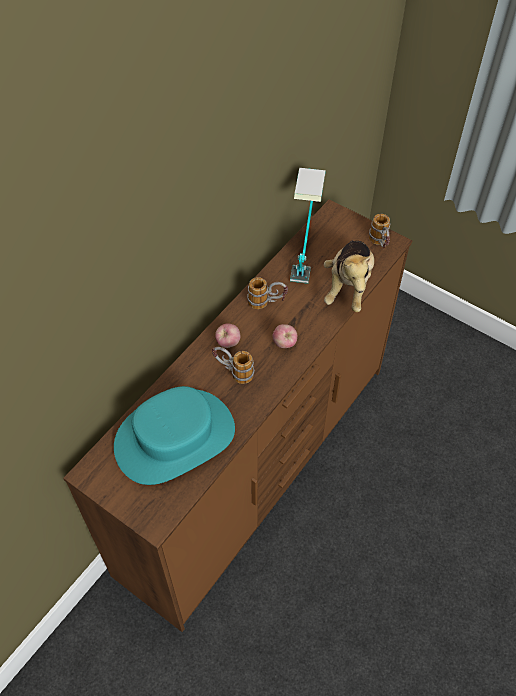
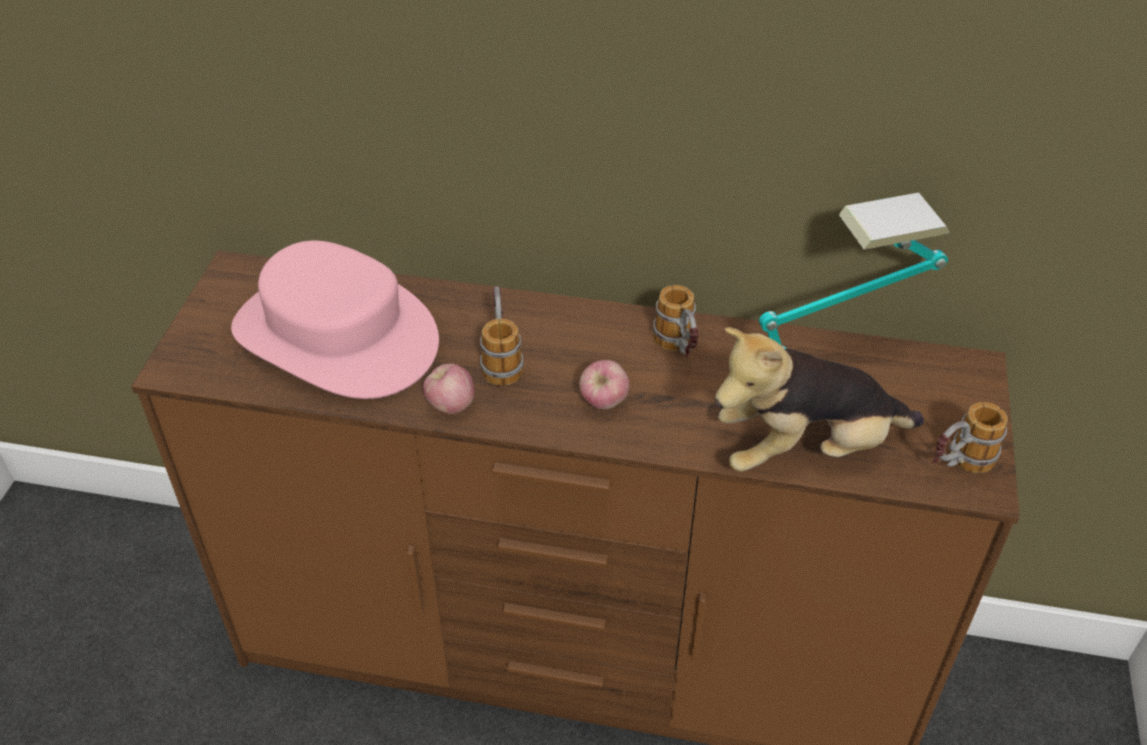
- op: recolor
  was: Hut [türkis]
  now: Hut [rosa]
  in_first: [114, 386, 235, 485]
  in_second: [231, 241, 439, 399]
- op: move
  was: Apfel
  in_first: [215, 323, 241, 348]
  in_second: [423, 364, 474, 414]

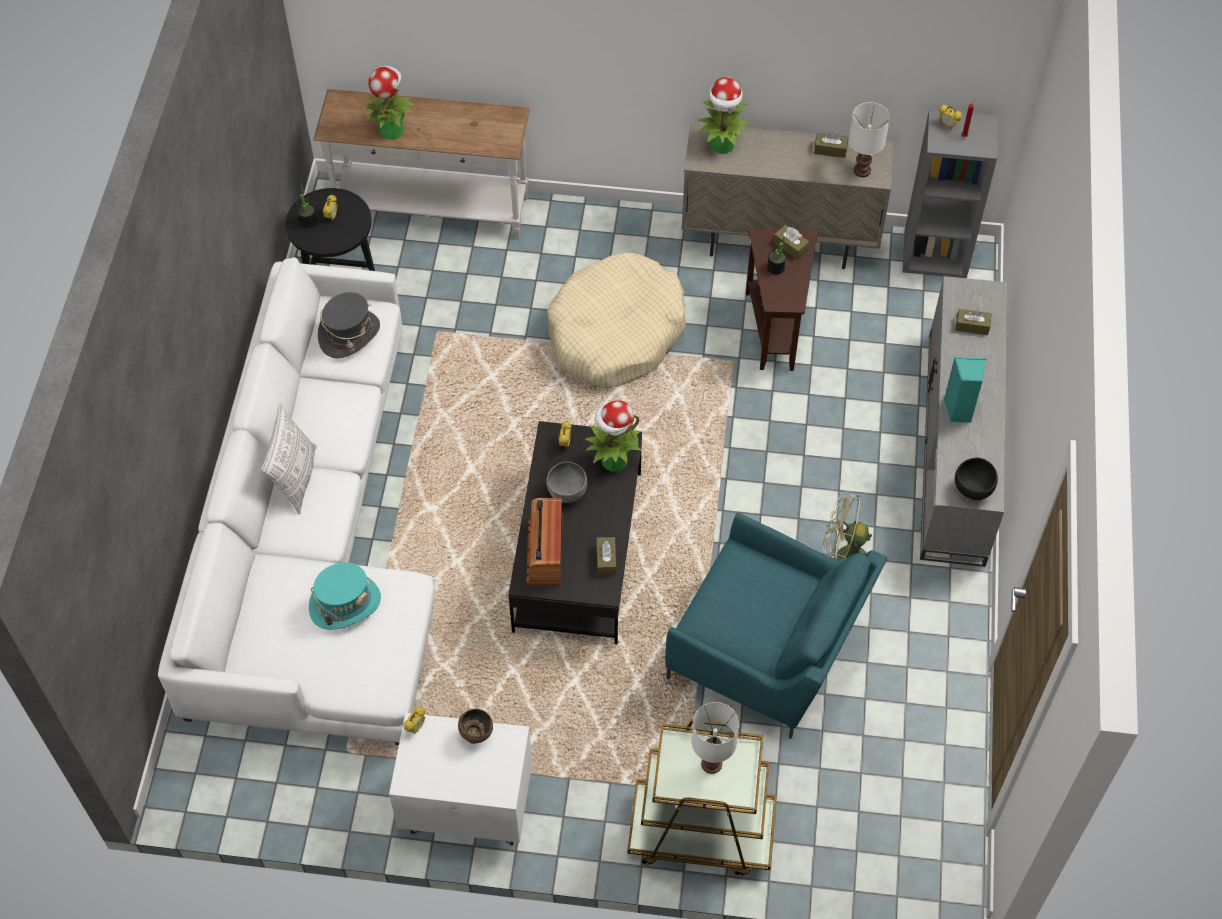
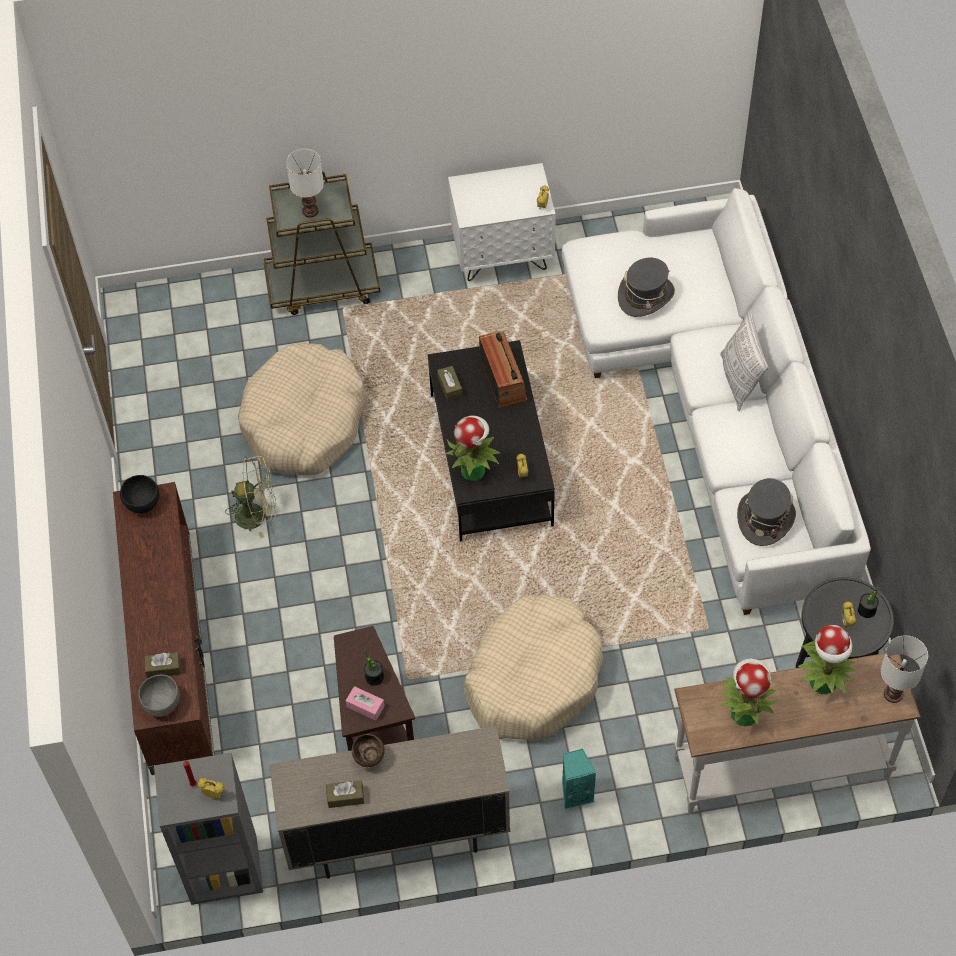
- op: recolor
  was: Fernsehschrank [grau]
  now: Fernsehschrank [braun]
  in_first: [920, 276, 1007, 567]
  in_second: [113, 482, 214, 775]
- op: move
  was: Schüssel [grau]
  in_first: [546, 462, 588, 503]
  in_second: [138, 674, 180, 717]
- op: replace
  was: Sessel [türkis]
  now: Hundebett [beige]
  in_first: [665, 513, 887, 739]
  in_second: [238, 343, 366, 476]
- op: recolor
  was: Taschentuchbox [braun]
  now: Taschentuchbox [rosa]
  in_first: [773, 225, 809, 260]
  in_second: [345, 686, 385, 721]
- op: move
  was: Schüssel [braun]
  in_first: [458, 709, 493, 744]
  in_second: [352, 734, 385, 767]
- op: move
  was: Lautsprecher [türkis]
  in_first: [944, 356, 986, 423]
  in_second: [562, 749, 596, 810]
- op: recolor
  was: Hut [türkis]
  now: Hut [grau]
  in_first: [309, 562, 381, 630]
  in_second: [618, 258, 675, 317]
- op: move
  was: Topfpflanze
  in_first: [697, 77, 749, 154]
  in_second: [720, 659, 778, 726]
- op: move
  was: Tischlampe [weiß]
  in_first: [849, 102, 890, 177]
  in_second: [880, 635, 928, 703]

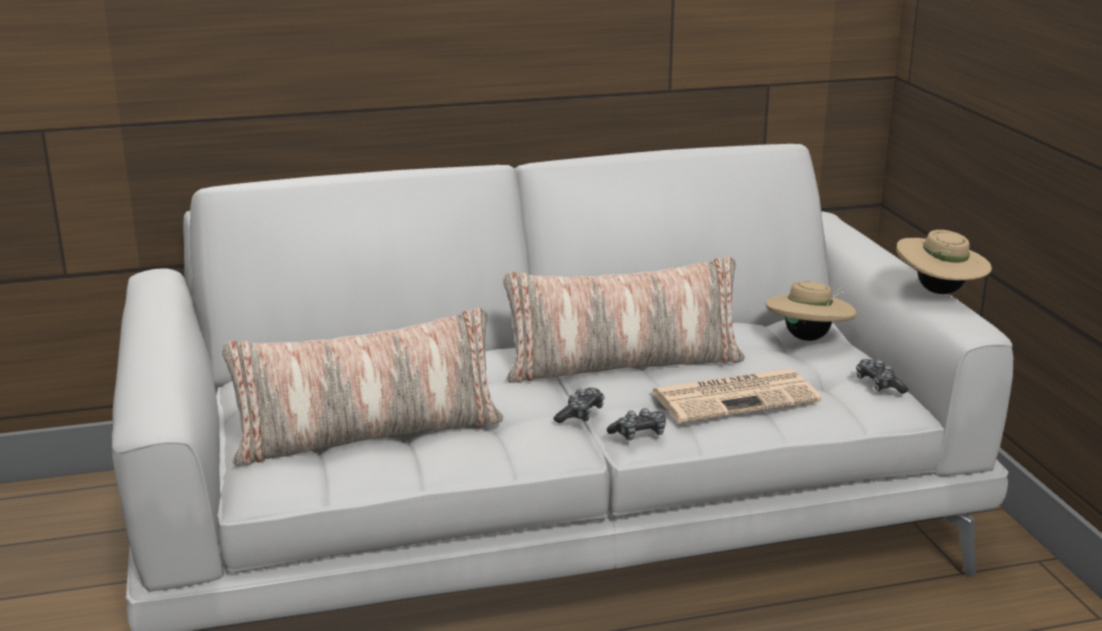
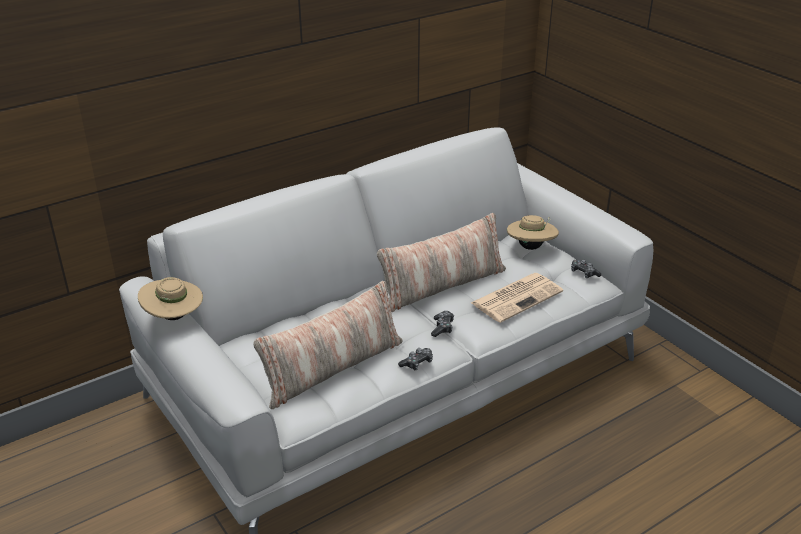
- op: move
  was: Hut [beige]
  in_first: [896, 230, 992, 294]
  in_second: [138, 277, 203, 320]
- op: move
  was: Gamepad
  in_first: [607, 408, 666, 440]
  in_second: [398, 348, 433, 370]

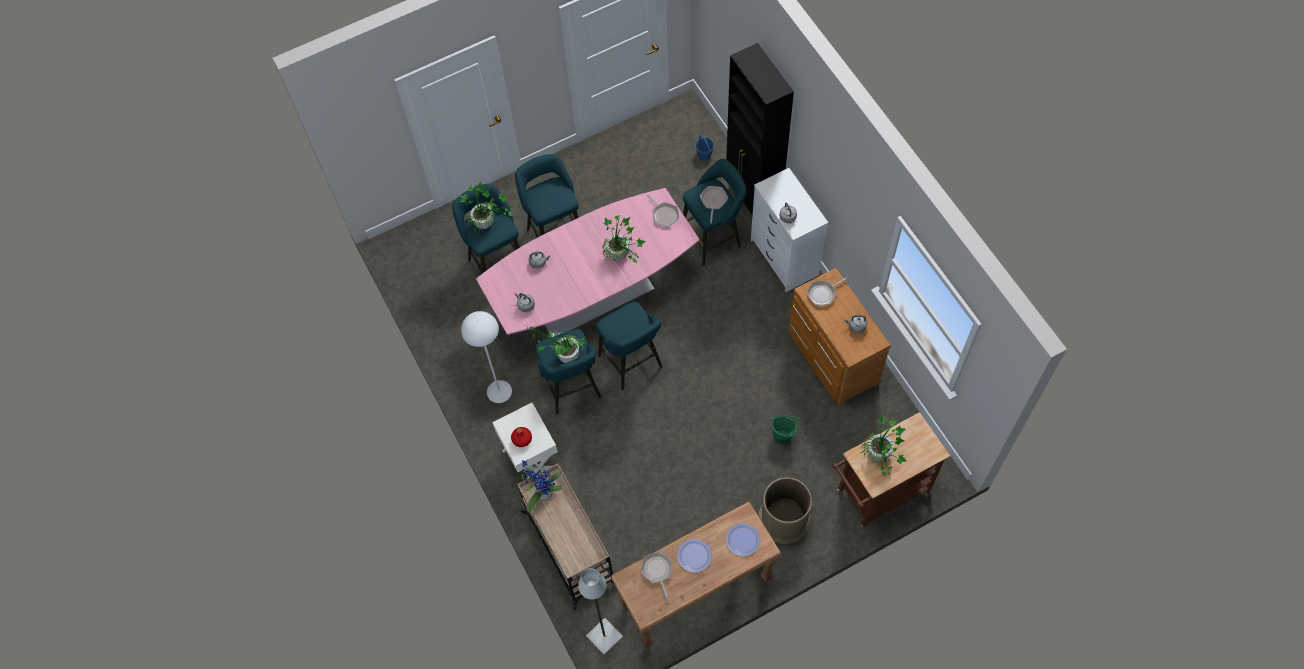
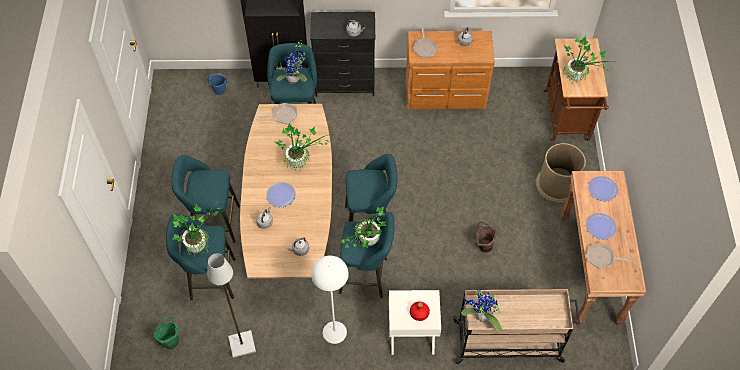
- op: move
  was: Eimer [grün]
  in_first: [772, 414, 801, 444]
  in_second: [153, 316, 180, 349]
- op: move
  was: Stehlampe [grau]
  in_first: [578, 568, 623, 655]
  in_second: [207, 253, 256, 358]
- op: recolor
  was: Esstisch [rosa]
  now: Esstisch [braun]
  in_first: [476, 188, 700, 337]
  in_second: [240, 104, 332, 278]
- op: insert
  now: Teller
  in_second: [266, 182, 296, 207]
- op: replace
  was: Pfanne
  now: Topfpflanze
  in_first: [700, 186, 728, 223]
  in_second: [276, 41, 307, 83]
- op: recolor
  was: Kommode [weiß]
  now: Kommode [schwarz]
  in_first: [751, 168, 828, 292]
  in_second: [310, 12, 375, 97]
- op: insert
  now: Eimer [braun]
  in_second: [476, 222, 496, 253]

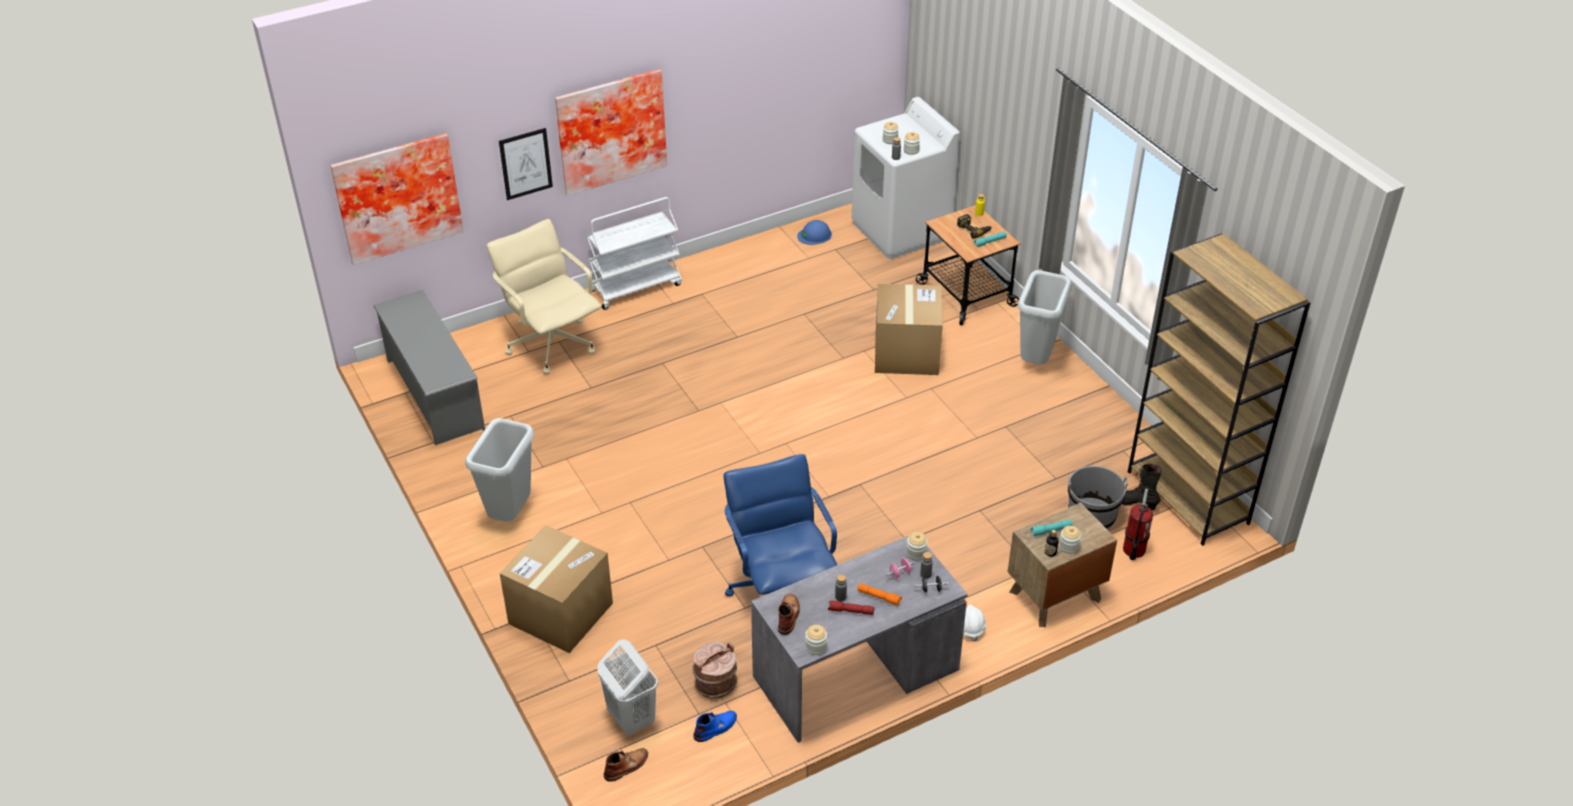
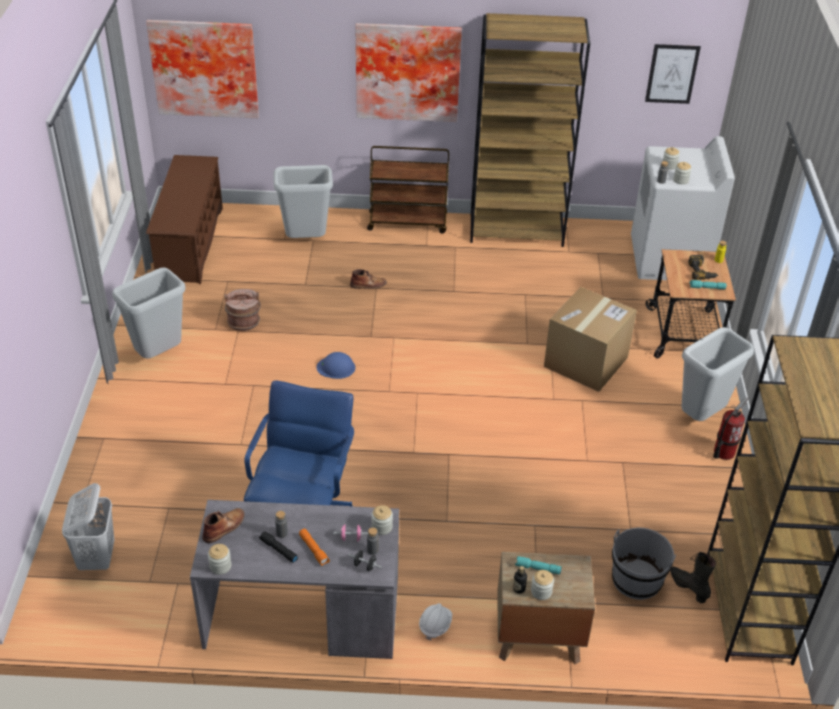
- op: recolor
  was: Schuhregal [grau]
  now: Schuhregal [braun]
  in_first: [373, 290, 485, 445]
  in_second: [146, 155, 223, 284]
- op: move
  was: Eimer [braun]
  in_first: [692, 642, 737, 699]
  in_second: [224, 289, 261, 331]
- op: recolor
  was: Taschenlampe [rot]
  now: Taschenlampe [schwarz]
  in_first: [828, 601, 874, 615]
  in_second: [259, 531, 298, 563]
- op: replace
  was: Bürostuhl [beige]
  now: Mülleimer [grau]
  in_first: [487, 219, 601, 375]
  in_second: [273, 165, 333, 238]
- op: move
  was: Schutzhelm [blau]
  in_first: [797, 220, 832, 245]
  in_second: [317, 352, 355, 379]
- op: move
  was: Stiefel [braun]
  in_first: [604, 748, 648, 782]
  in_second: [350, 269, 387, 289]
- op: recolor
  was: Rollwagen [weiß]
  now: Rollwagen [braun]
  in_first: [586, 197, 682, 310]
  in_second: [367, 146, 449, 234]
- op: insert
  now: Bücherregal [braun]
  in_second: [470, 13, 590, 247]
- op: move
  was: Bild
  in_first: [499, 128, 553, 200]
  in_second: [645, 44, 701, 104]
- op: move
  was: Feuerlöscher
  in_first: [1123, 489, 1153, 560]
  in_second: [713, 397, 748, 460]
- op: delete
  was: Karton
  in_first: [500, 525, 613, 653]
- op: delete
  was: Stiefel [blau]
  in_first: [693, 711, 737, 742]

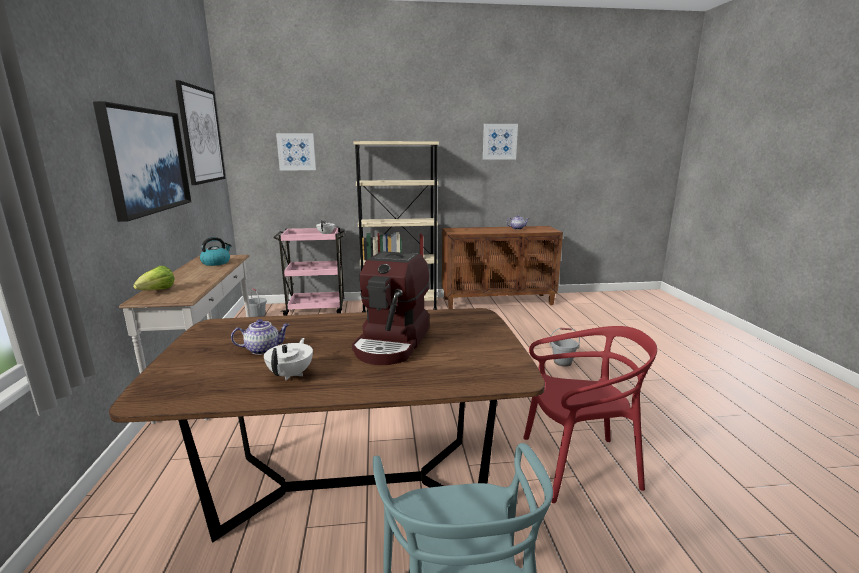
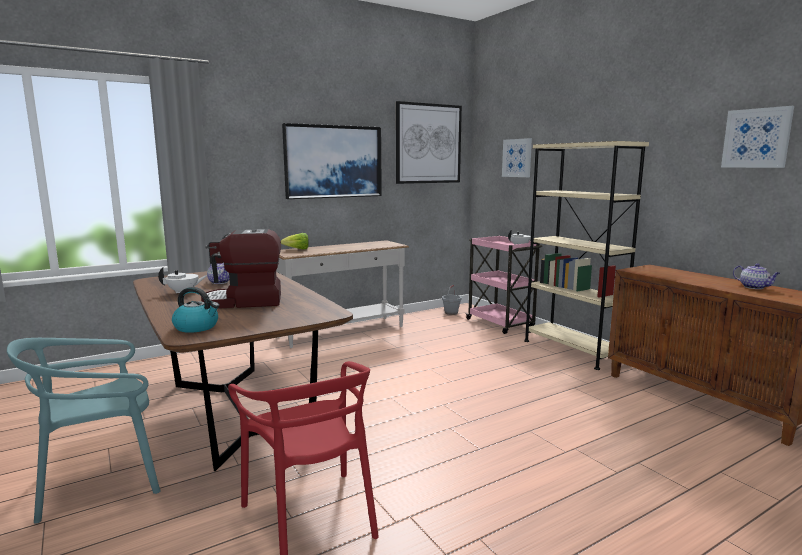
- op: move
  was: Wasserkessel
  in_first: [200, 237, 232, 266]
  in_second: [172, 287, 219, 333]
- op: delete
  was: Eimer [grau]
  in_first: [550, 328, 580, 367]

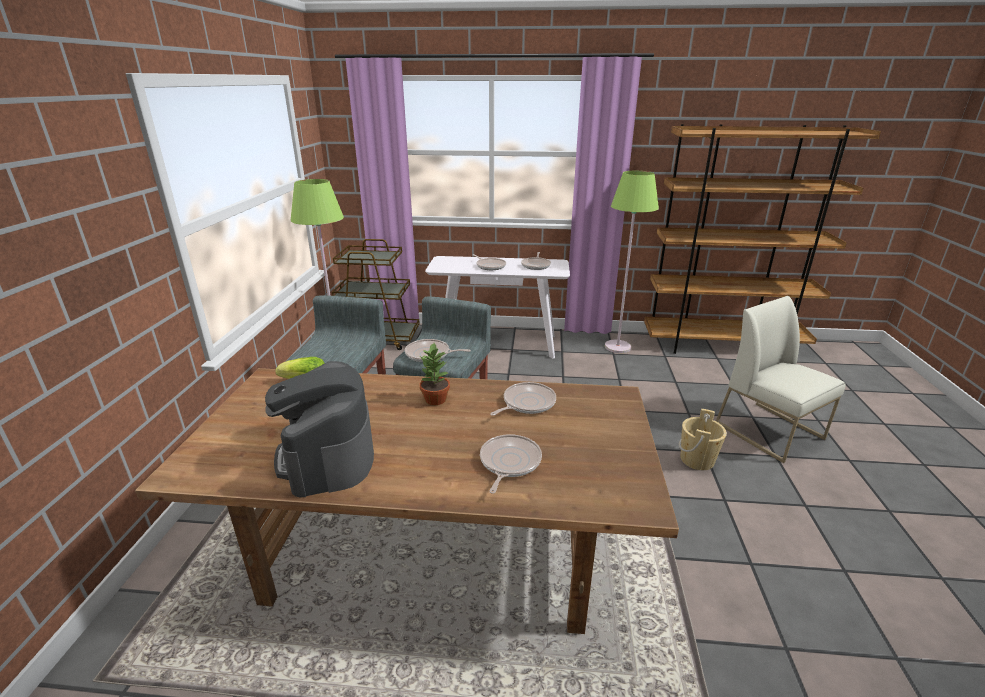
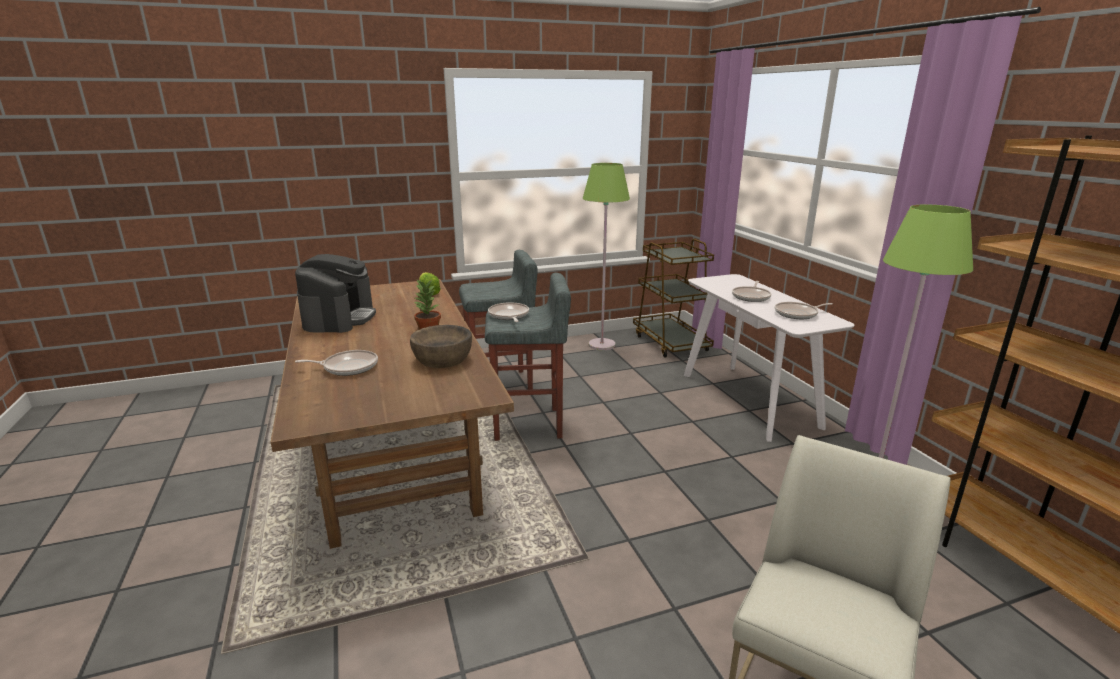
- op: rotate
  was: Kaffeemaschine
  in_first: [265, 361, 374, 498]
  in_second: [295, 254, 376, 333]
  clockwise: 135
- op: replace
  was: Pfanne
  now: Schüssel [braun]
  in_first: [490, 382, 556, 416]
  in_second: [410, 325, 472, 368]
- op: delete
  was: Eimer [beige]
  in_first: [679, 409, 727, 470]

